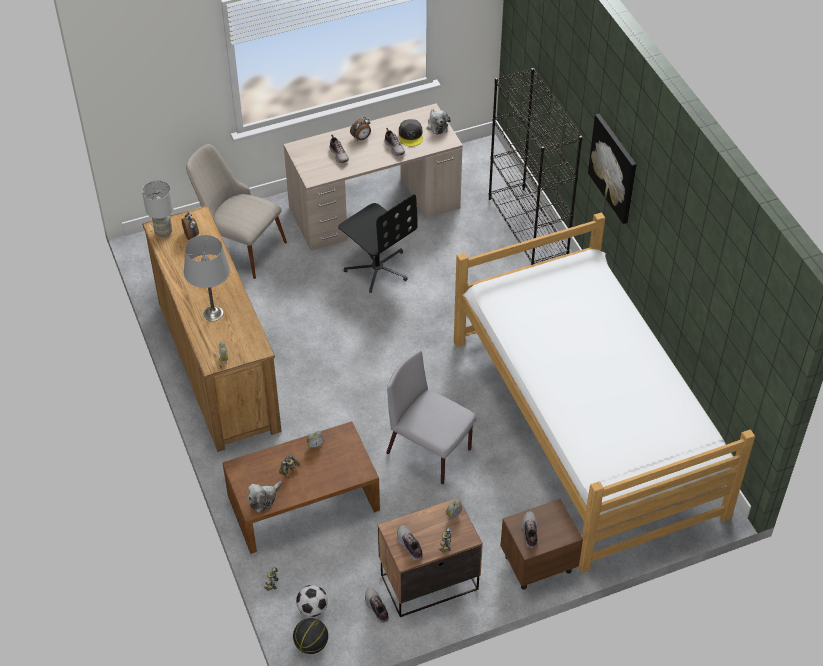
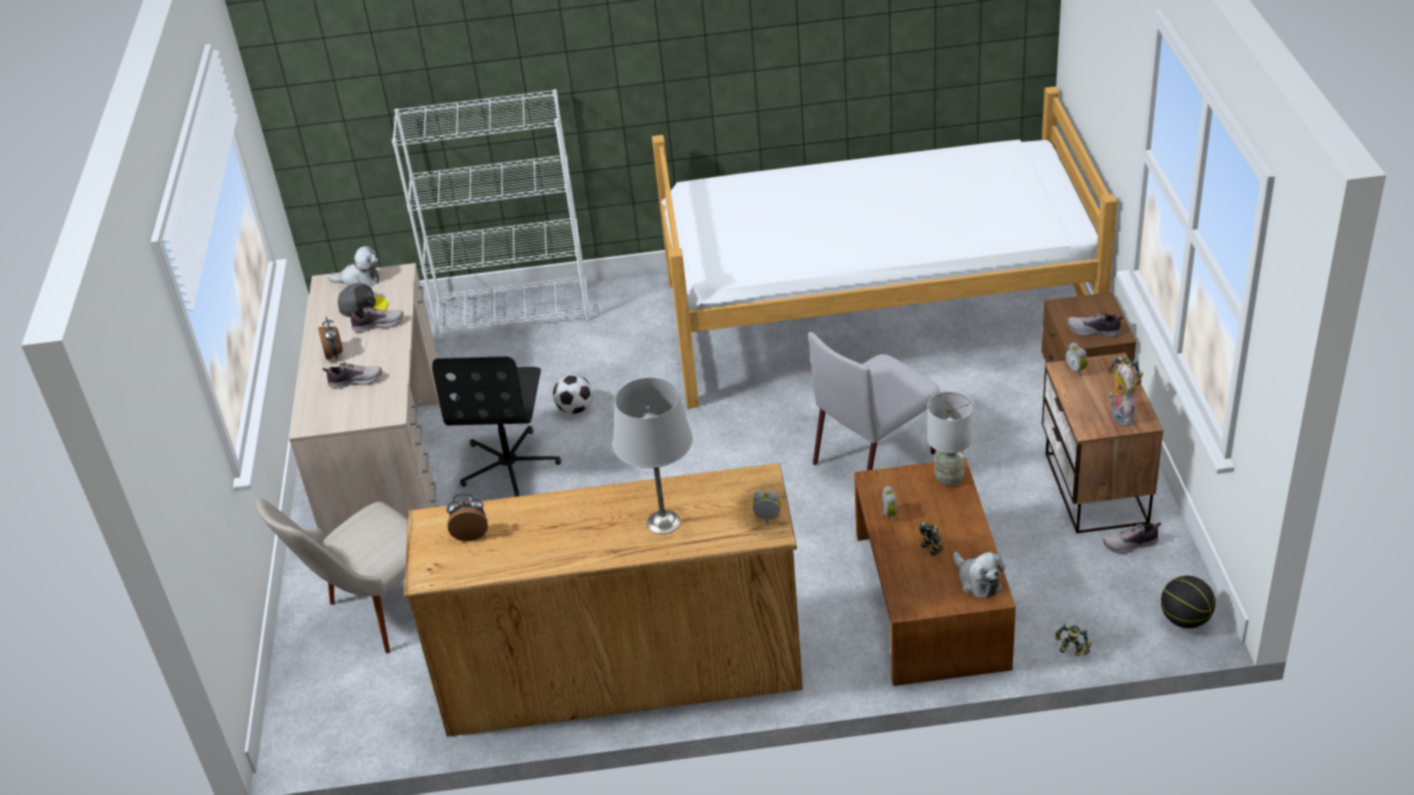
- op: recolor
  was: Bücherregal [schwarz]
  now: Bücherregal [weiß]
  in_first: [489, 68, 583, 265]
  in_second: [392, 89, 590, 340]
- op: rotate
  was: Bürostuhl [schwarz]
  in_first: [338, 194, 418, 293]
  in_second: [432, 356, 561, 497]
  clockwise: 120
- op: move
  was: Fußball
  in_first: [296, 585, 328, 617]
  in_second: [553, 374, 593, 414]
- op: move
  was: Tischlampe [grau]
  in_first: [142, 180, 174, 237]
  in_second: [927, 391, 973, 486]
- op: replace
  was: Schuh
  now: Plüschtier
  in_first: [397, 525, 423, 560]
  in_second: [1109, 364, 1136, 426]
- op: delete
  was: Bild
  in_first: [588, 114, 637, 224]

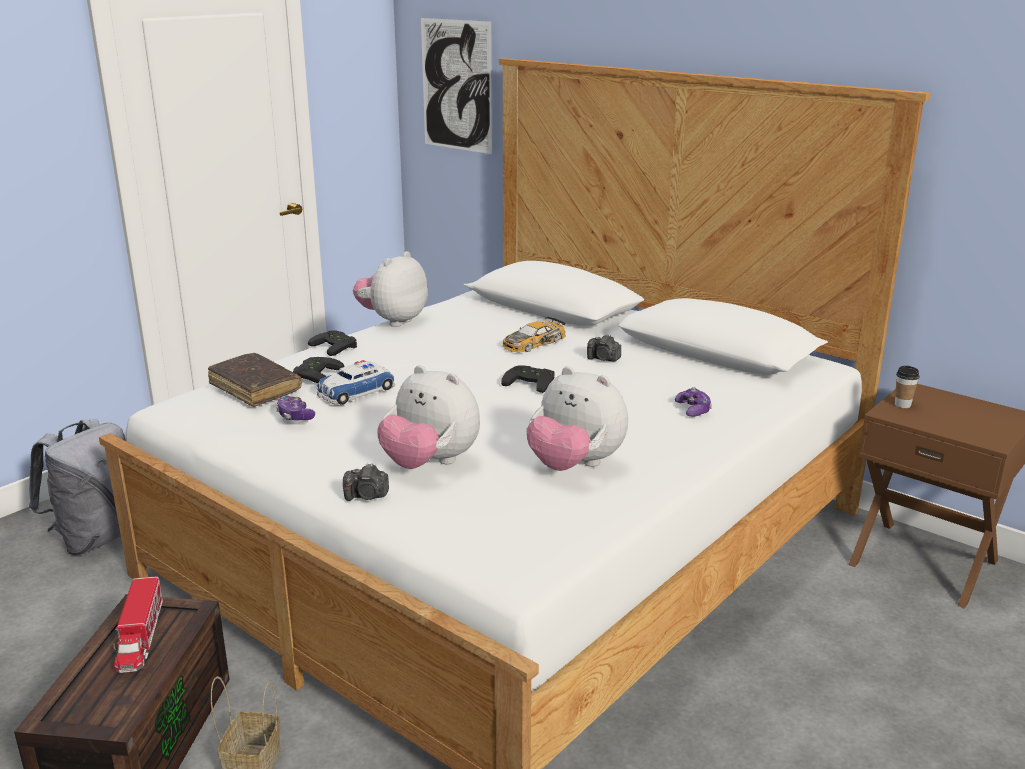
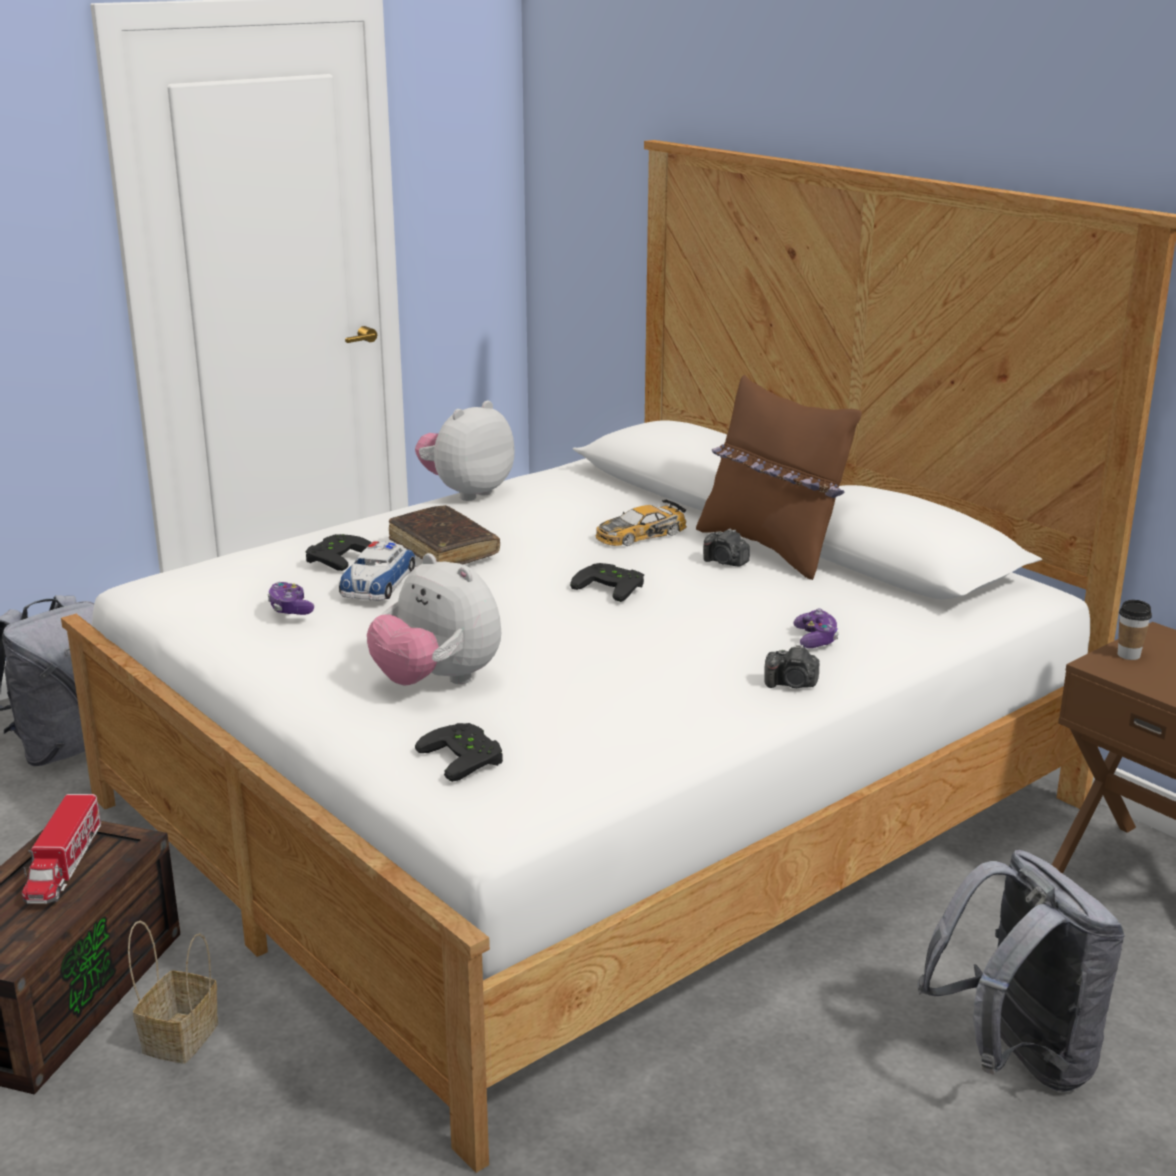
- op: rotate
  was: Spielzeugauto
  in_first: [316, 360, 395, 405]
  in_second: [339, 541, 416, 601]
  clockwise: -45
- op: move
  was: Buch [braun]
  in_first: [208, 353, 302, 407]
  in_second: [389, 505, 500, 565]
- op: move
  was: Gamepad [schwarz]
  in_first: [308, 331, 357, 356]
  in_second: [415, 723, 503, 782]
- op: insert
  now: Kissen [braun]
  in_second: [696, 375, 862, 580]
- op: move
  was: Kamera
  in_first: [343, 463, 389, 501]
  in_second: [764, 644, 819, 688]
- op: insert
  now: Rucksack [grau]
  in_second: [918, 850, 1125, 1092]
- op: delete
  was: Bild
  in_first: [421, 18, 492, 154]
- op: delete
  was: Plüschtier
  in_first: [526, 366, 628, 471]

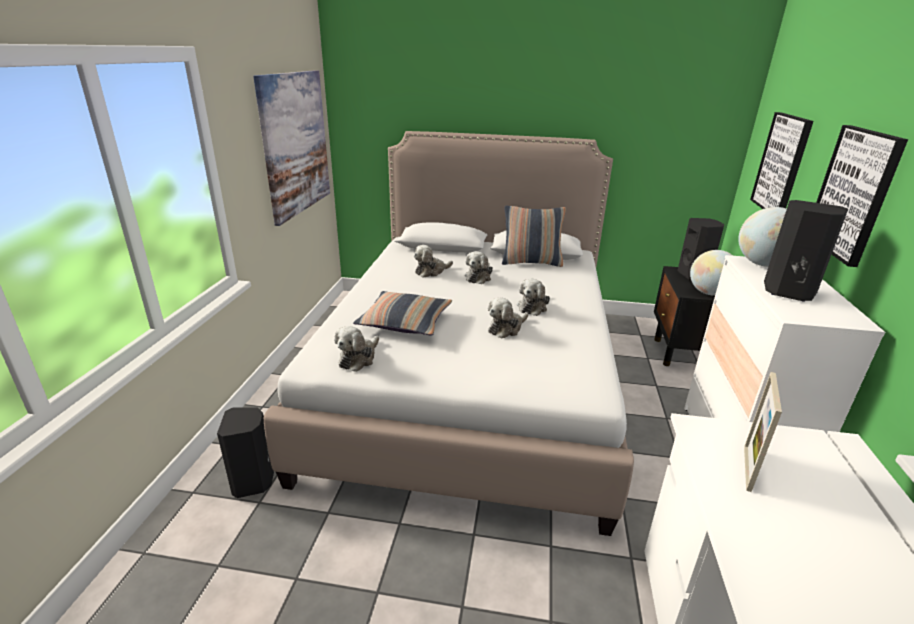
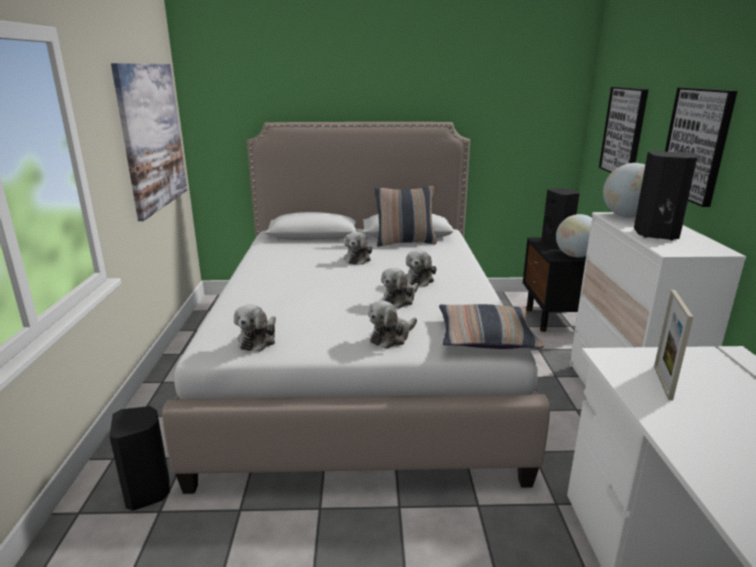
- op: move
  was: Plüschtier
  in_first: [414, 245, 453, 278]
  in_second: [368, 301, 417, 349]
- op: move
  was: Kissen
  in_first: [353, 291, 452, 336]
  in_second: [439, 304, 544, 349]

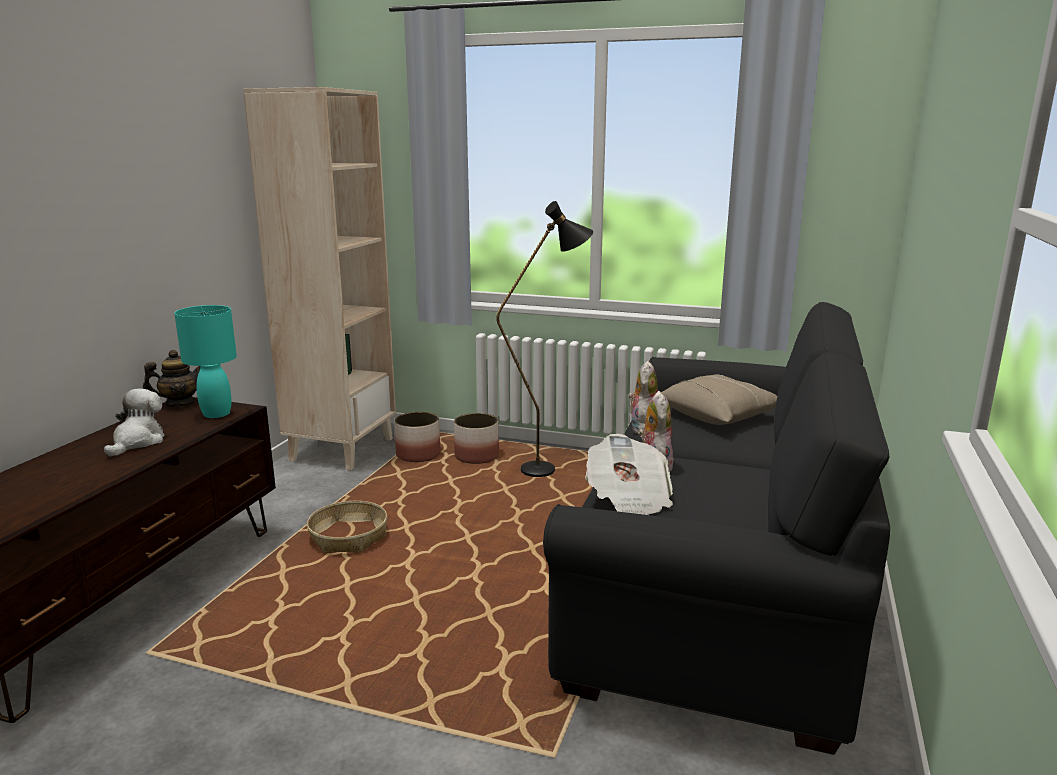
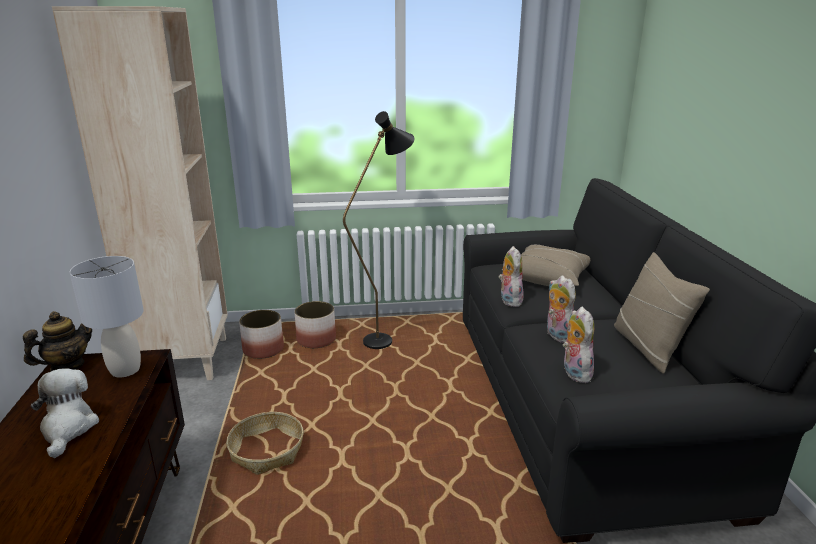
- op: recolor
  was: Tischlampe [türkis]
  now: Tischlampe [grau]
  in_first: [174, 305, 237, 418]
  in_second: [70, 256, 144, 378]
- op: replace
  was: Zeitung
  now: Plüschtier
  in_first: [585, 434, 673, 515]
  in_second: [563, 307, 594, 383]
- op: insert
  now: Kissen [beige]
  in_second: [614, 252, 710, 374]

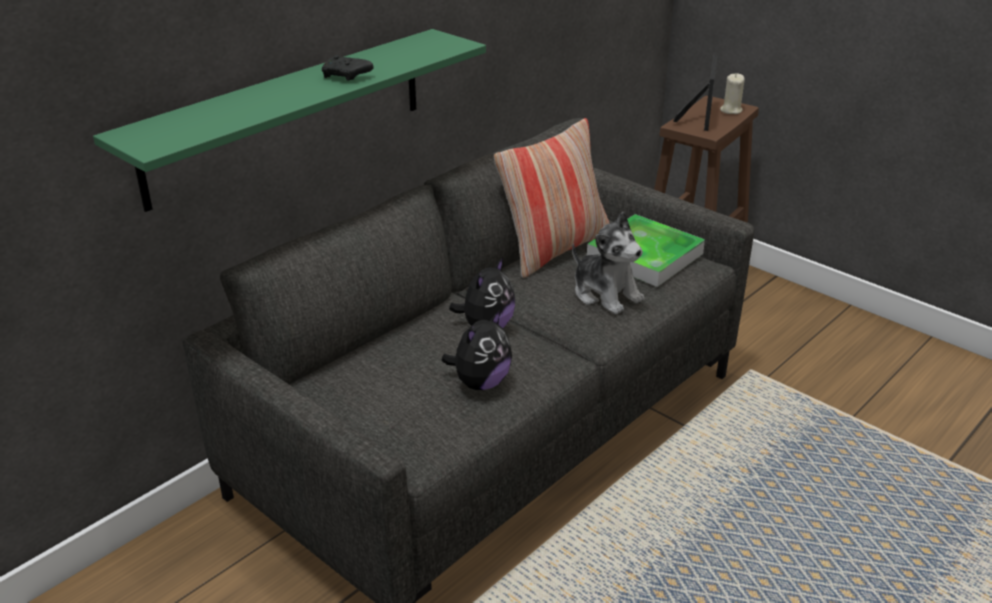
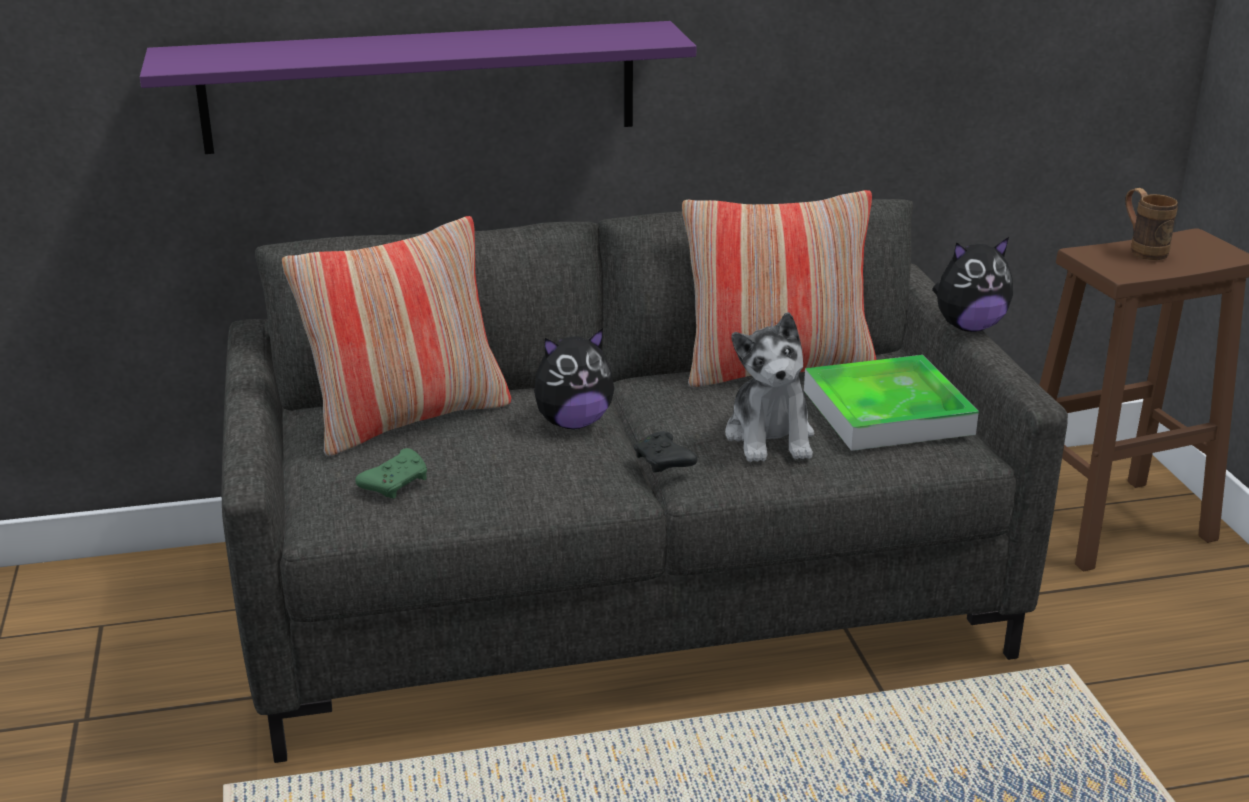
- op: recolor
  was: Wandregal [grün]
  now: Wandregal [lila]
  in_first: [93, 29, 486, 212]
  in_second: [140, 21, 697, 154]
- op: insert
  now: Kissen
  in_second: [282, 216, 511, 456]
- op: insert
  now: Gamepad [grün]
  in_second: [355, 448, 427, 499]
- op: move
  was: Gamepad [schwarz]
  in_first: [322, 55, 374, 81]
  in_second: [634, 431, 697, 472]
- op: move
  was: Plüschtier
  in_first: [441, 310, 512, 390]
  in_second: [932, 237, 1013, 332]
- op: replace
  was: Bilderrahmen
  now: Henkelbecher [braun]
  in_first: [673, 56, 717, 131]
  in_second: [1125, 188, 1178, 260]
- op: delete
  was: Kerze [beige]
  in_first: [720, 74, 745, 114]

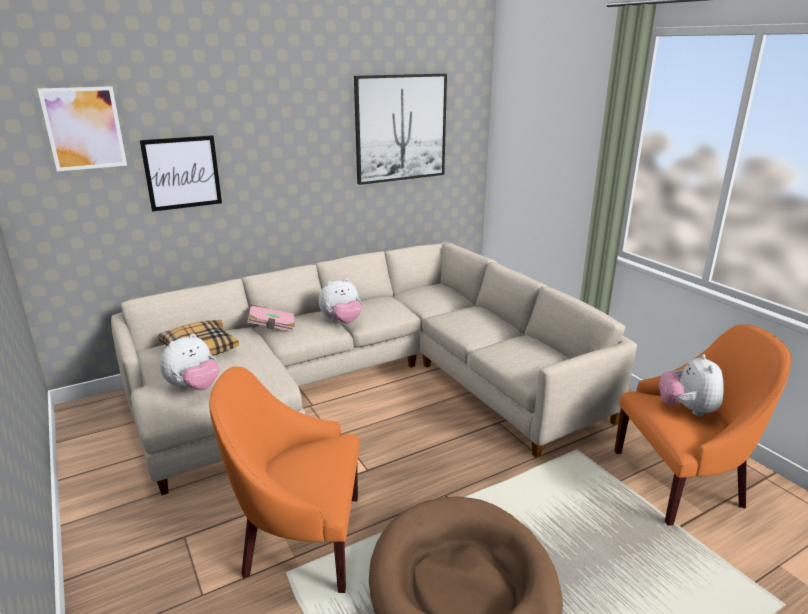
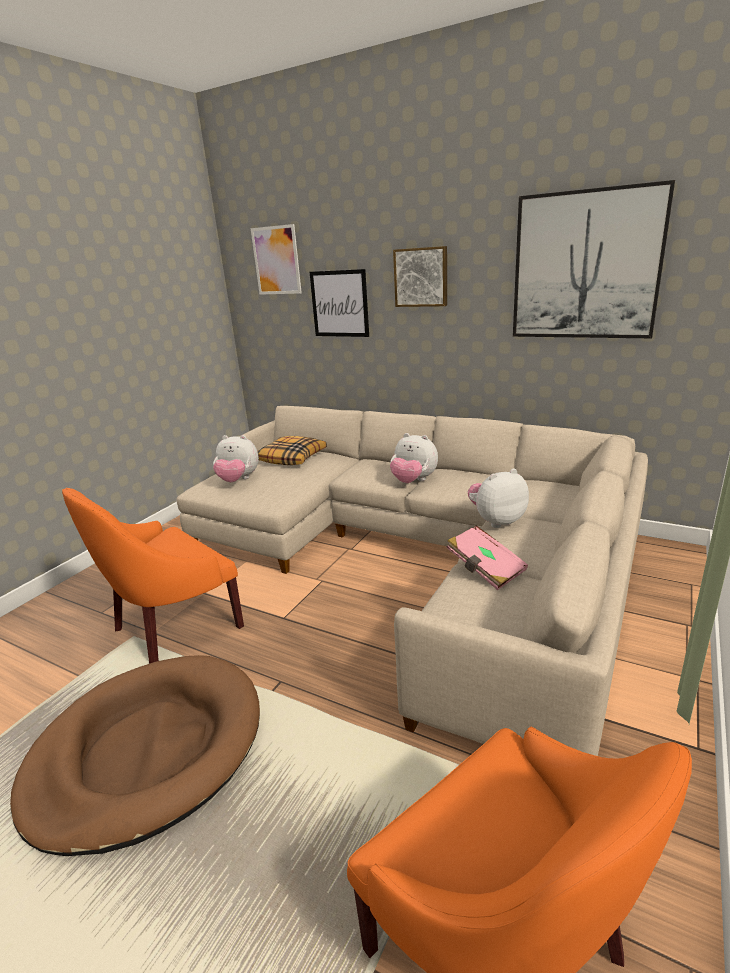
- op: rotate
  was: Sessel [orange]
  in_first: [209, 366, 359, 593]
  in_second: [62, 488, 244, 664]
  clockwise: -105
- op: insert
  now: Bild
  in_second: [393, 246, 447, 307]
- op: move
  was: Buch [rosa]
  in_first: [247, 305, 294, 332]
  in_second: [446, 525, 528, 590]
- op: move
  was: Plüschtier
  in_first: [659, 354, 724, 416]
  in_second: [468, 468, 529, 528]

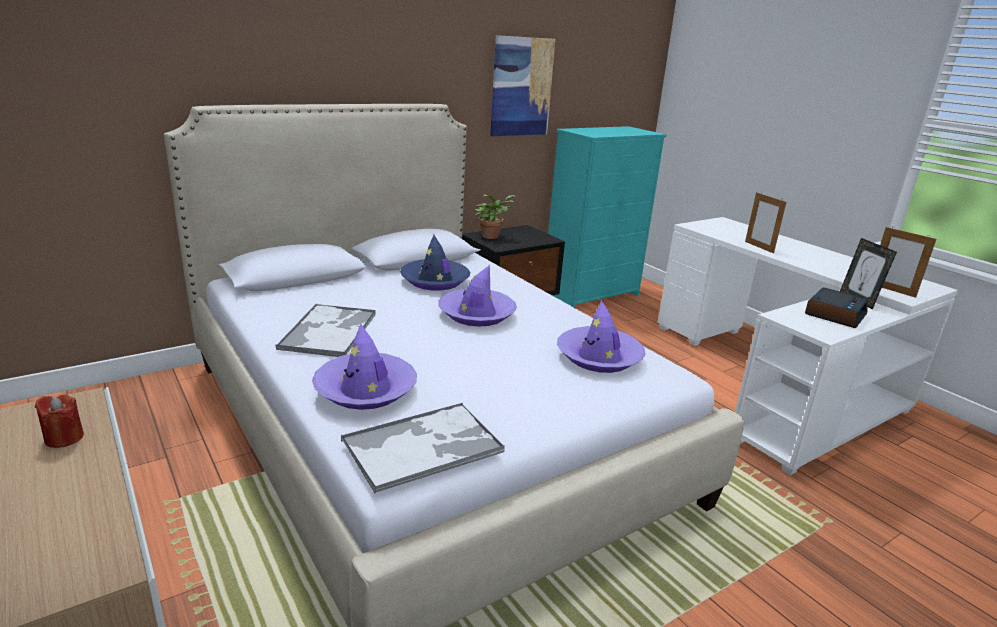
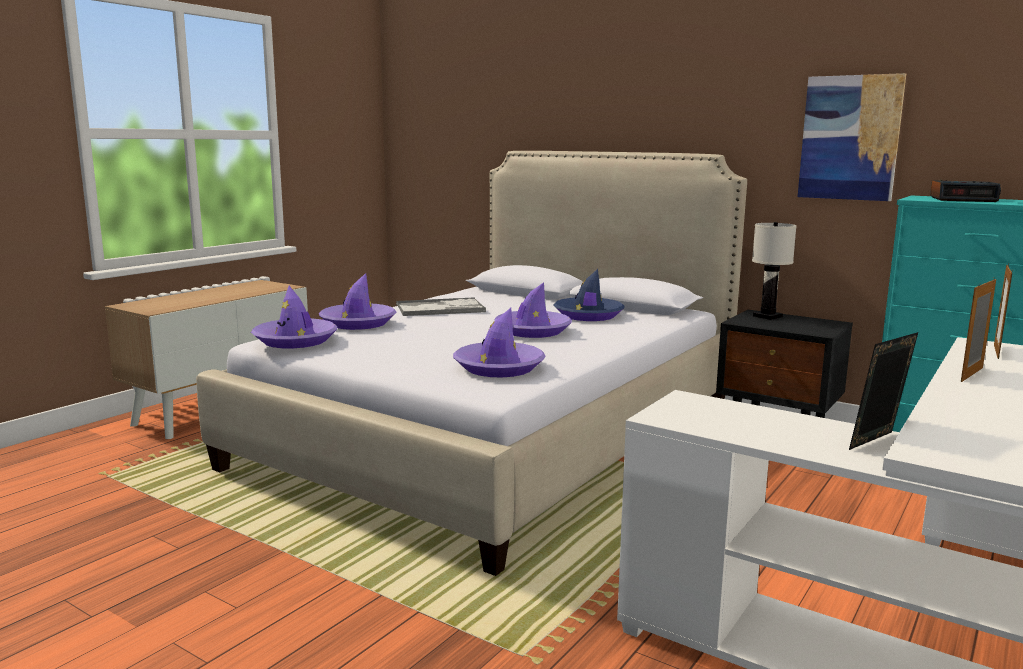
- op: replace
  was: Tablett
  now: Hut [lila]
  in_first: [341, 403, 505, 493]
  in_second: [251, 286, 337, 348]
- op: replace
  was: Topfpflanze
  now: Tischlampe [weiß]
  in_first: [475, 194, 516, 239]
  in_second: [752, 222, 797, 320]
- op: move
  was: Wecker
  in_first: [805, 288, 868, 328]
  in_second: [930, 180, 1001, 202]
- op: move
  was: Bilderrahmen
  in_first: [880, 227, 936, 298]
  in_second: [994, 263, 1012, 359]
- op: delete
  was: Kerze [rot]
  in_first: [35, 394, 84, 448]

